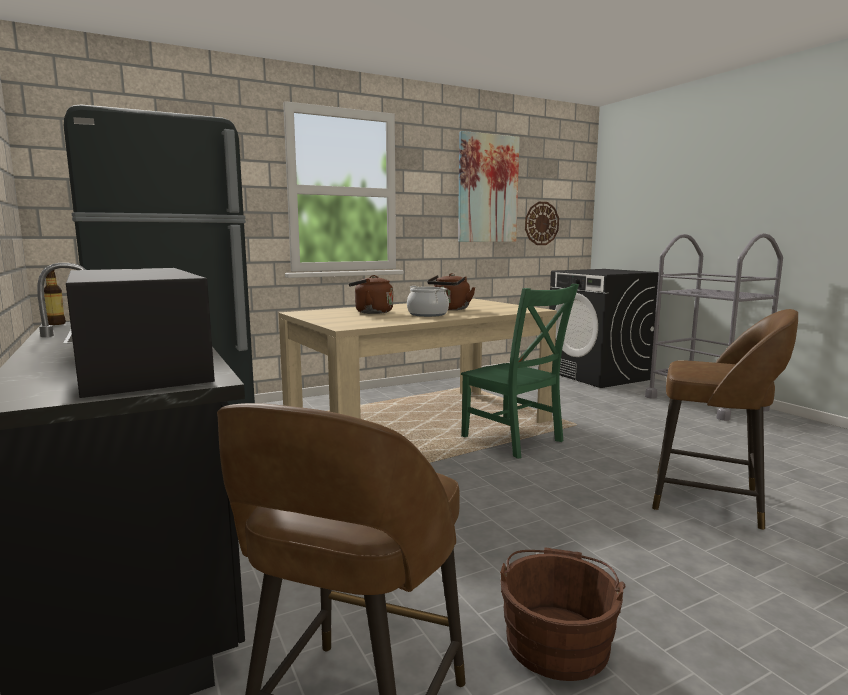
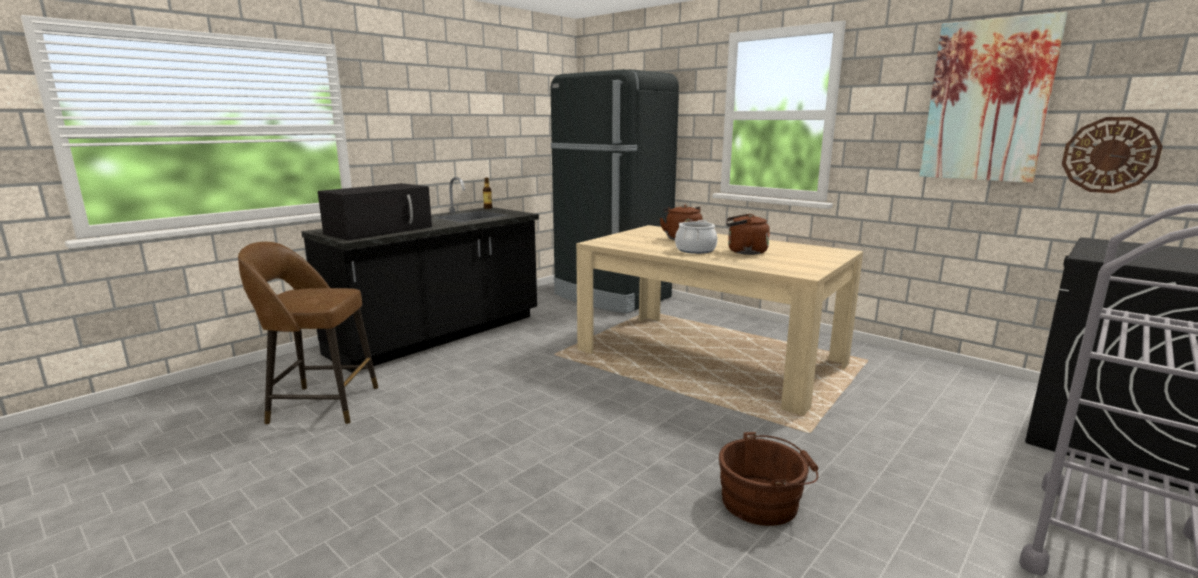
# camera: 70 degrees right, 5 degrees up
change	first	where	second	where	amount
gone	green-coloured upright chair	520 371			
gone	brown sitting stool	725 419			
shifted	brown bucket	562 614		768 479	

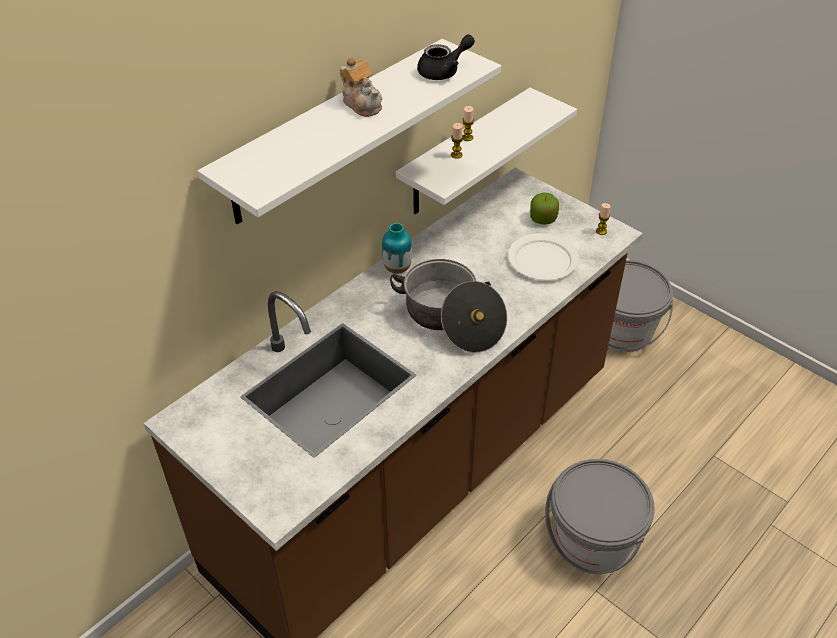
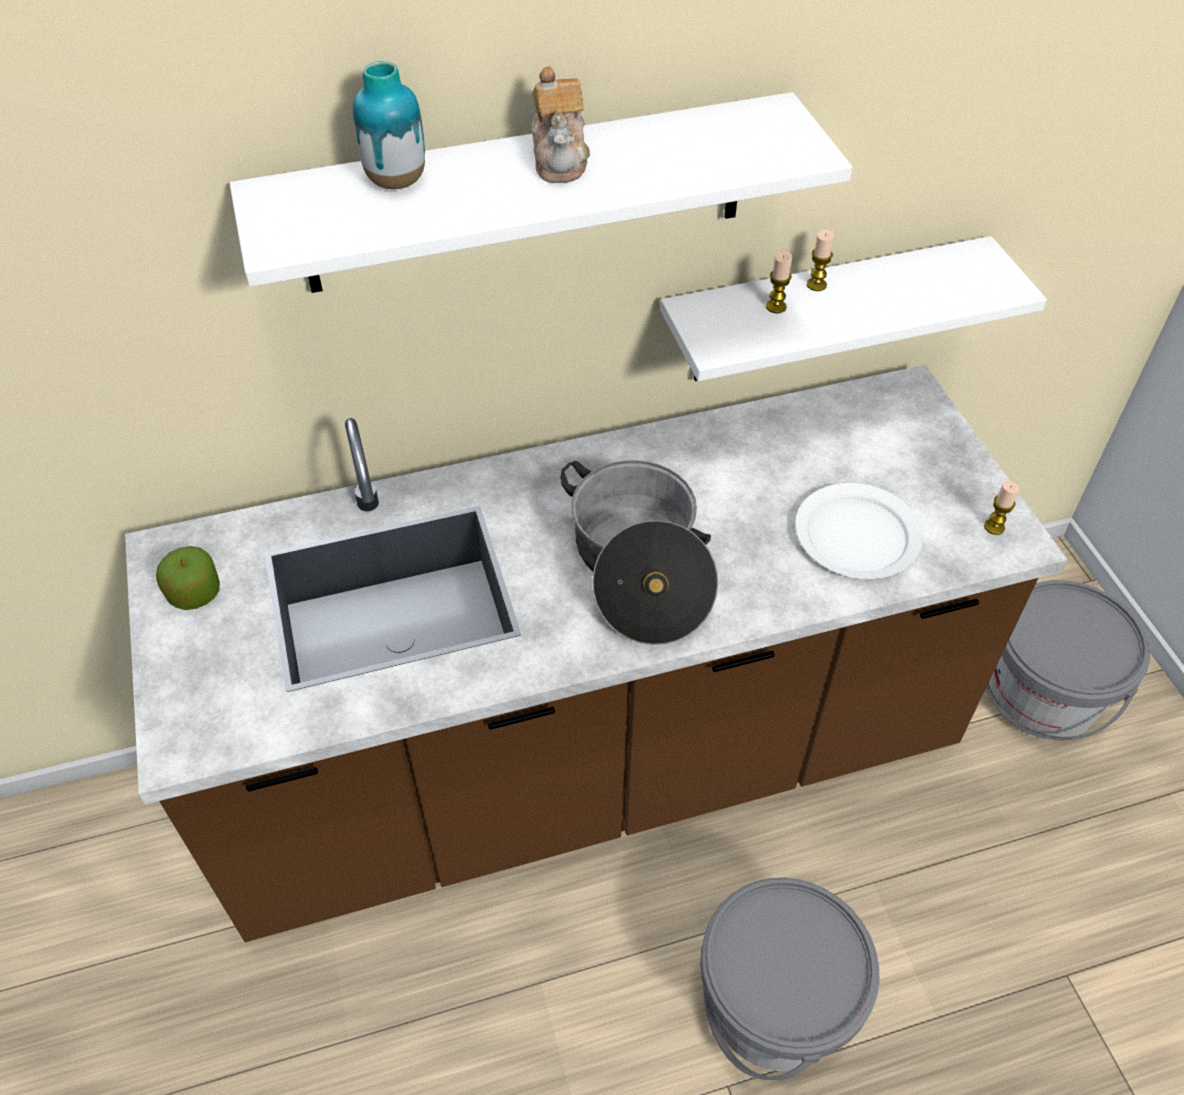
# camera: 30 degrees right, 5 degrees up
change	first	where	second	where	amount
gone	black-coloured pot for tea	446 57			
shifted	vase	397 248		389 125	
shifted	whole apple	544 209		188 578	

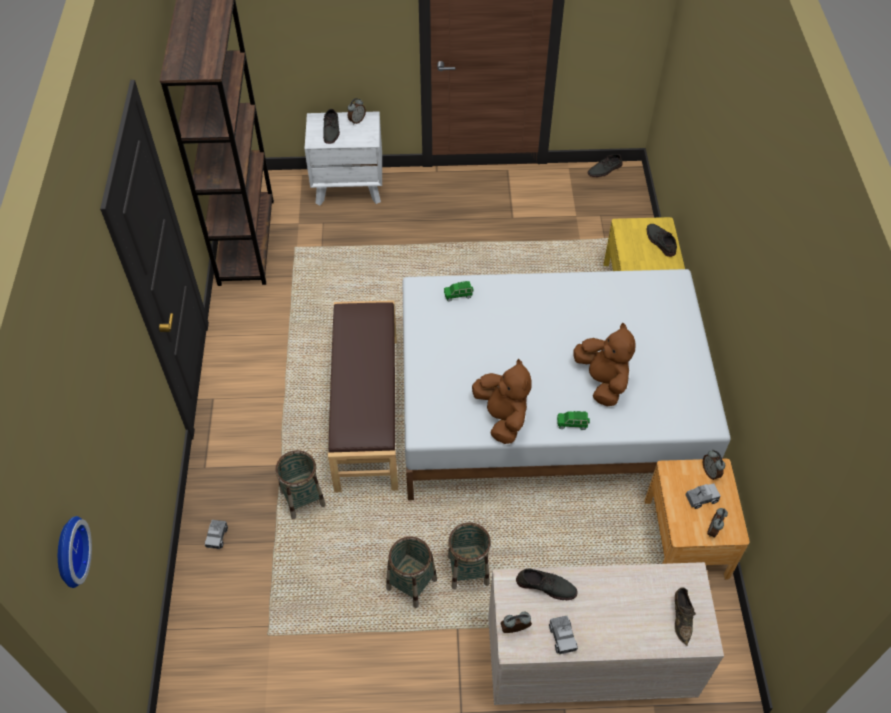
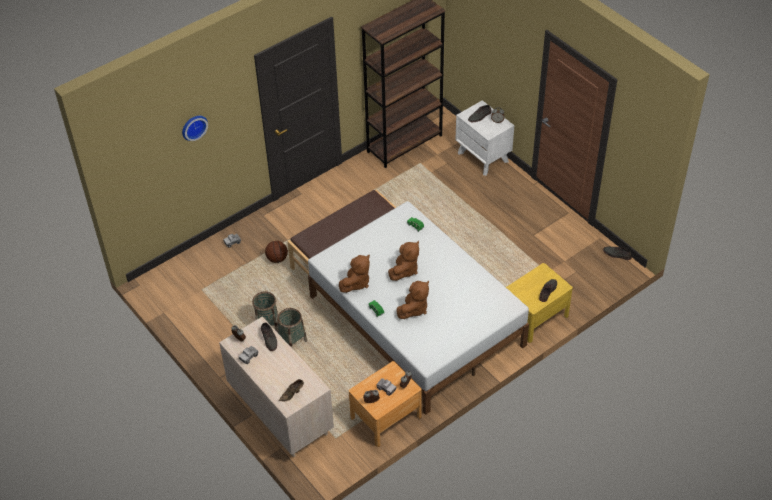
# camera: 55 degrees right, 5 degrees down
change	first	where	second	where	amount
new			brown cuddly toy	403 261	
shifted	wall clock	75 552		195 128	
swapped	basket	300 484	ball for basketball	276 252	

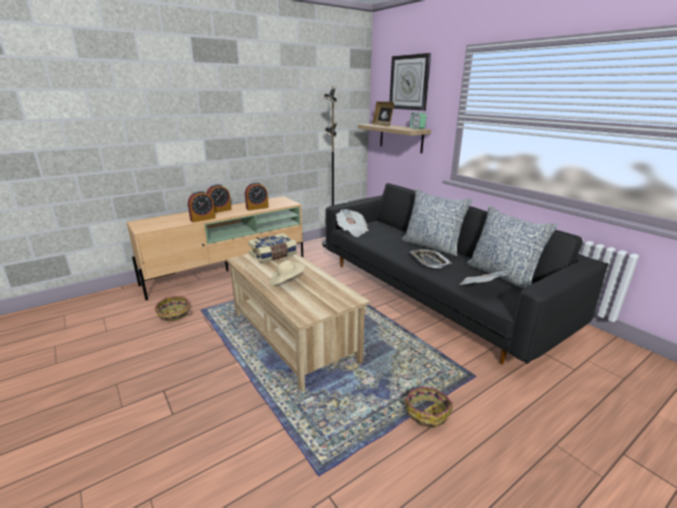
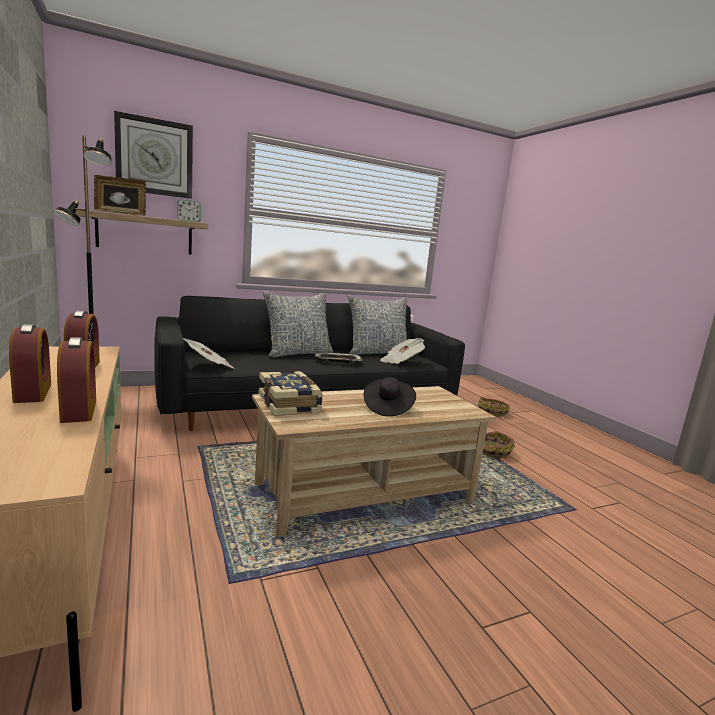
# camera: 80 degrees left, 10 degrees down
change	first	where	second	where	amount
shifted	basket	173 309		494 407	
repainted	beige-coloured hat	287 273	black-coloured hat	390 396	

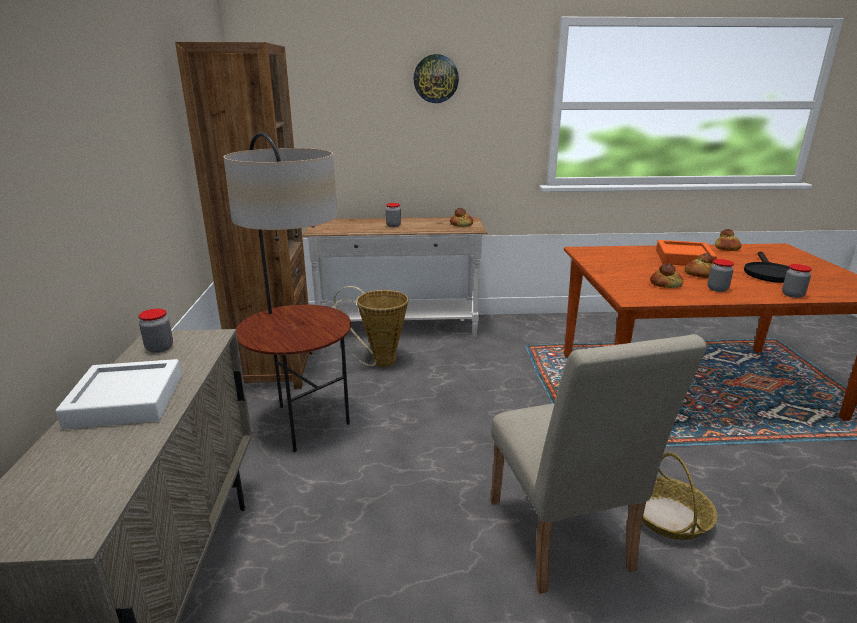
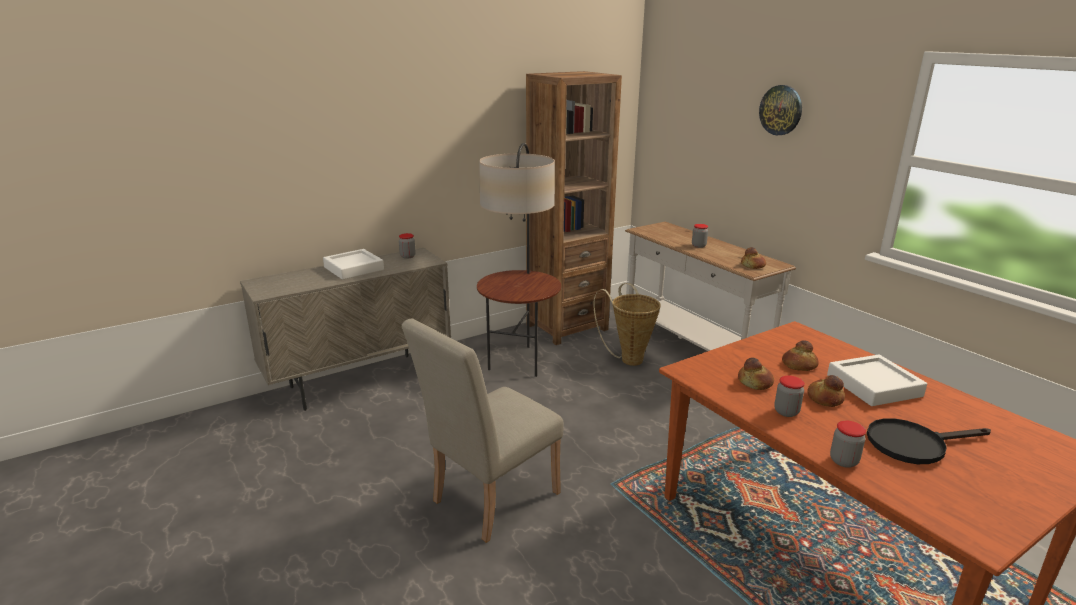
# camera: 60 degrees right, 0 degrees up
change	first	where	second	where	amount
gone	basket	679 496			
shifted	baked bread	728 240		800 355	
repainted	orange-coloured serving tray	686 253	white serving tray	877 380	

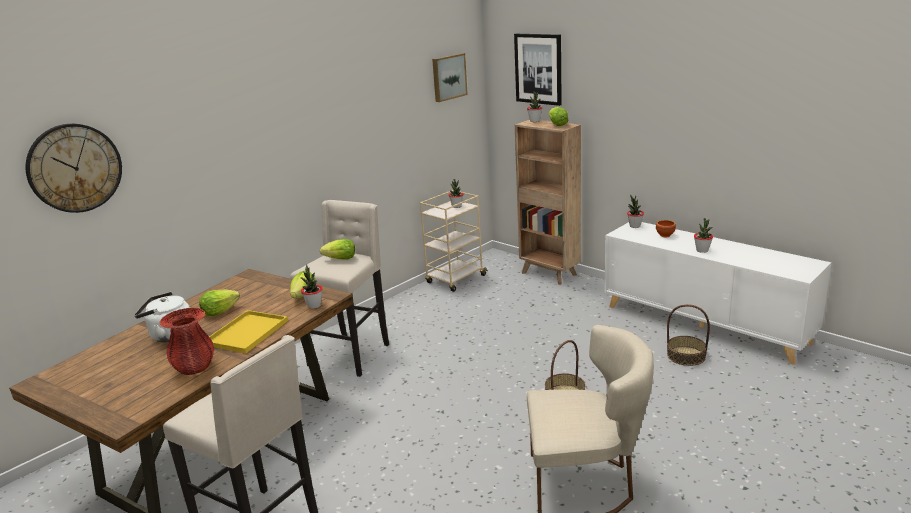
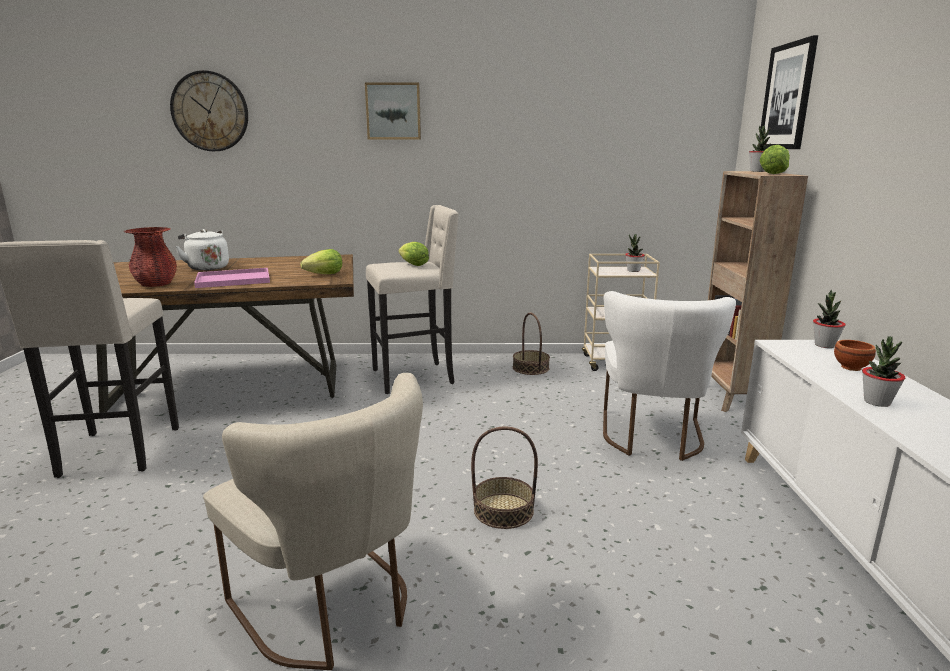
# camera: 45 degrees right, 5 degrees down
change	first	where	second	where	amount
gone	lettuce head	219 302			
gone	plant in a pot	311 287			
new			white upright chair	669 376	
shifted	wall art	450 77		393 111	
shifted	basket	688 335		531 344	
repainted	yellow serving tray	248 331	pinkish serving tray	232 278	

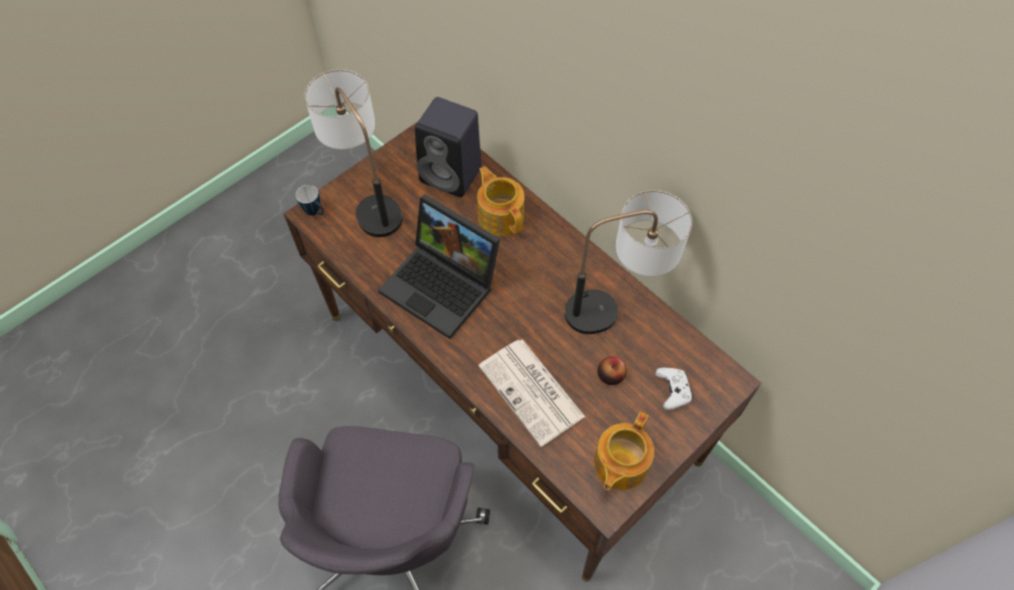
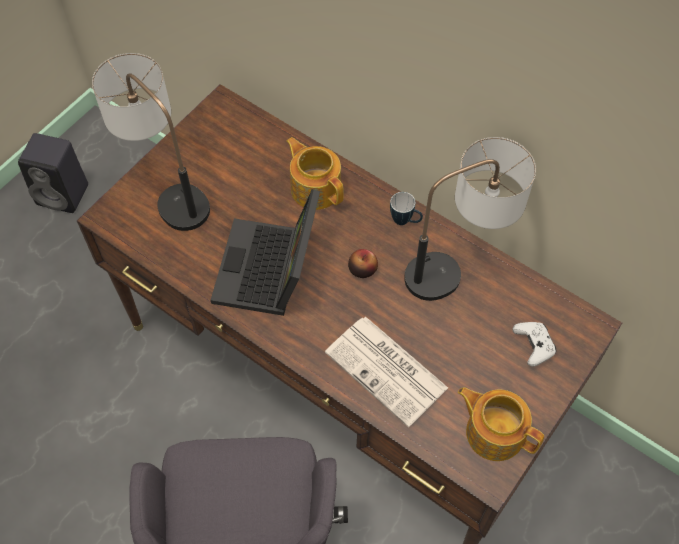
# camera: 10 degrees left, 0 degrees up
change	first	where	second	where	amount
shifted	coffee mug	310 200		406 208	
shifted	black-coloured loudspeaker	448 147		53 173	
shifted	whole apple	612 371		363 263	
rotated	notebook computer	439 266		265 252	75 degrees clockwise
rotated	pot for tea	624 451		501 424	105 degrees clockwise

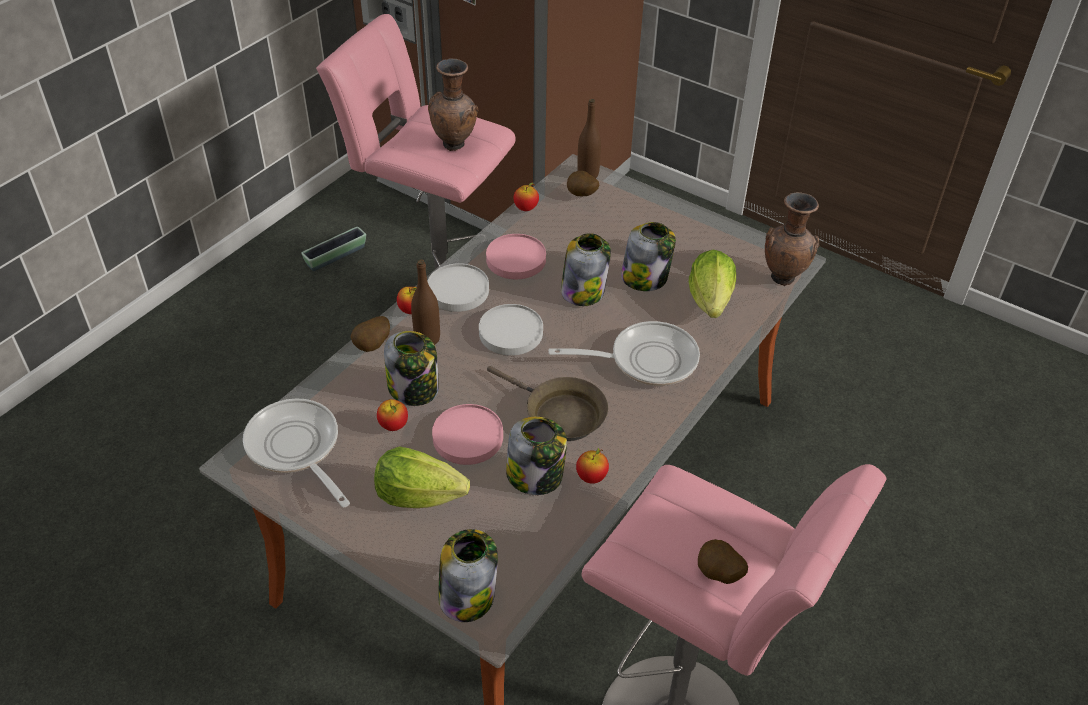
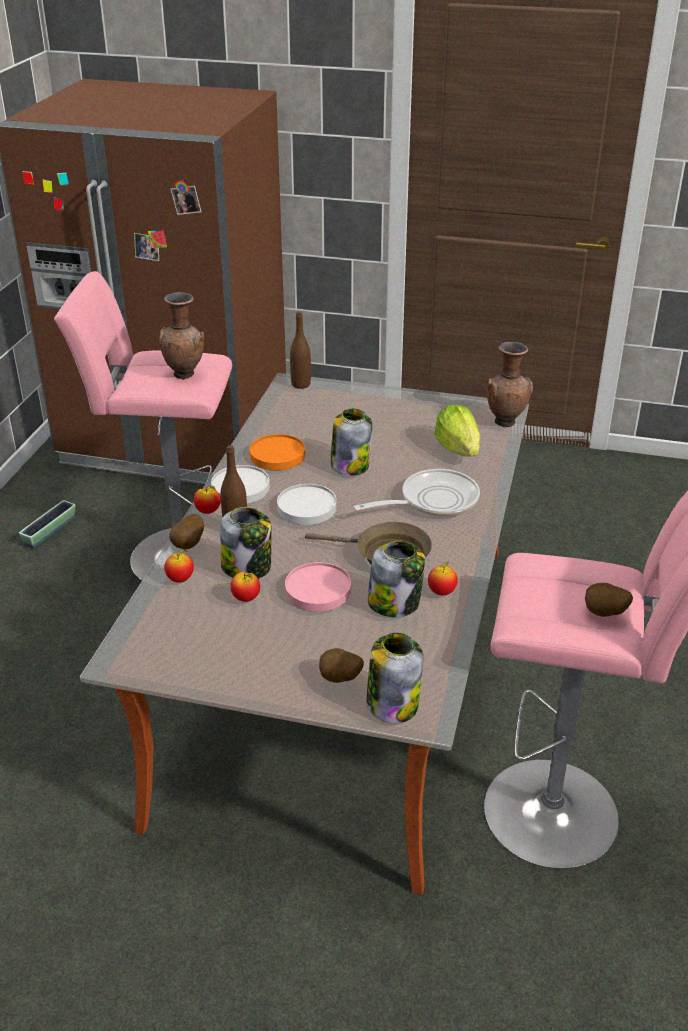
# camera: 20 degrees left, 10 degrees down
change	first	where	second	where	amount
gone	pan	296 453			
gone	lettuce head	422 477			
gone	jar	648 256			
shifted	whole apple	526 196		179 566	
shifted	spud	583 183		341 665	
repainted	pinkish flat dish	516 256	orange-coloured flat dish	277 452	

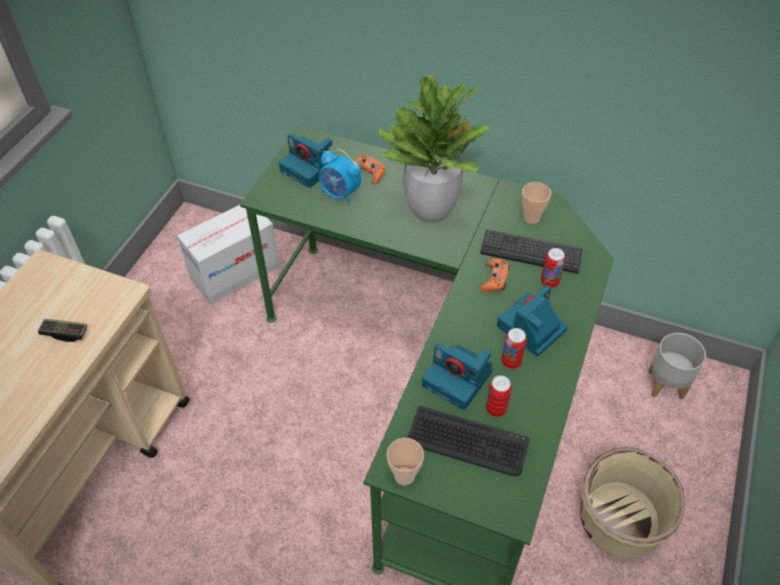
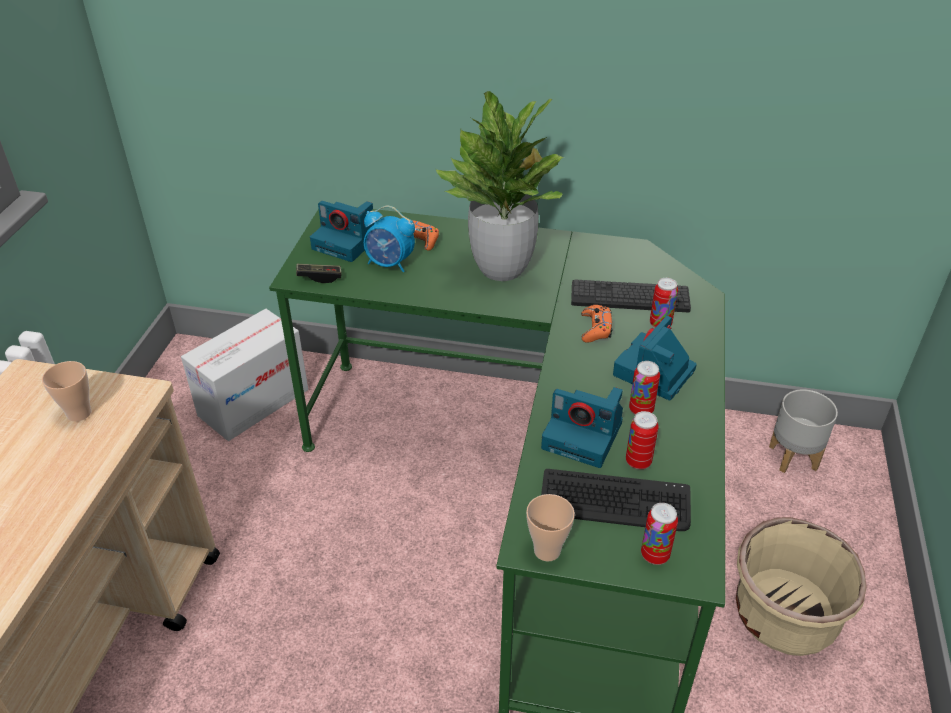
# camera: 10 degrees left, 10 degrees down
change	first	where	second	where	amount
new			can	659 534	
shifted	joypad	62 330		318 273	
shifted	small cup	536 203		66 391	

